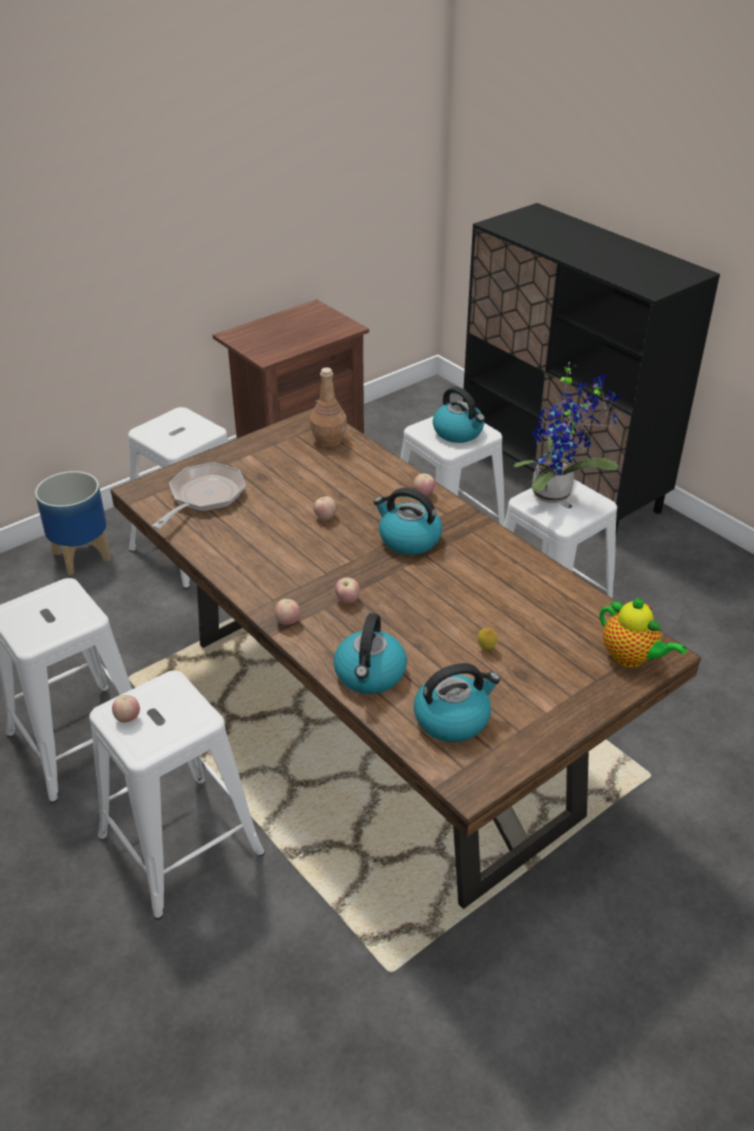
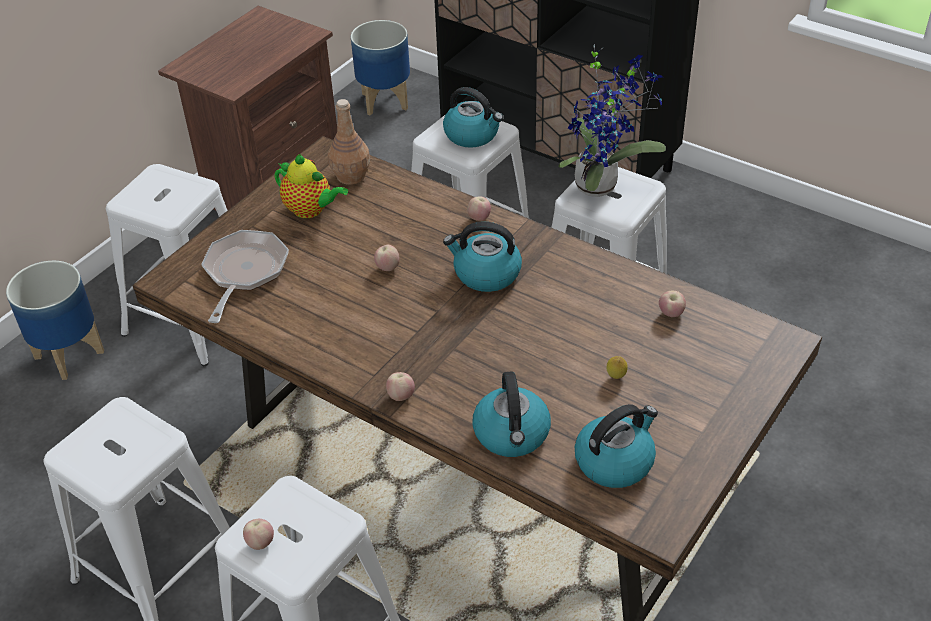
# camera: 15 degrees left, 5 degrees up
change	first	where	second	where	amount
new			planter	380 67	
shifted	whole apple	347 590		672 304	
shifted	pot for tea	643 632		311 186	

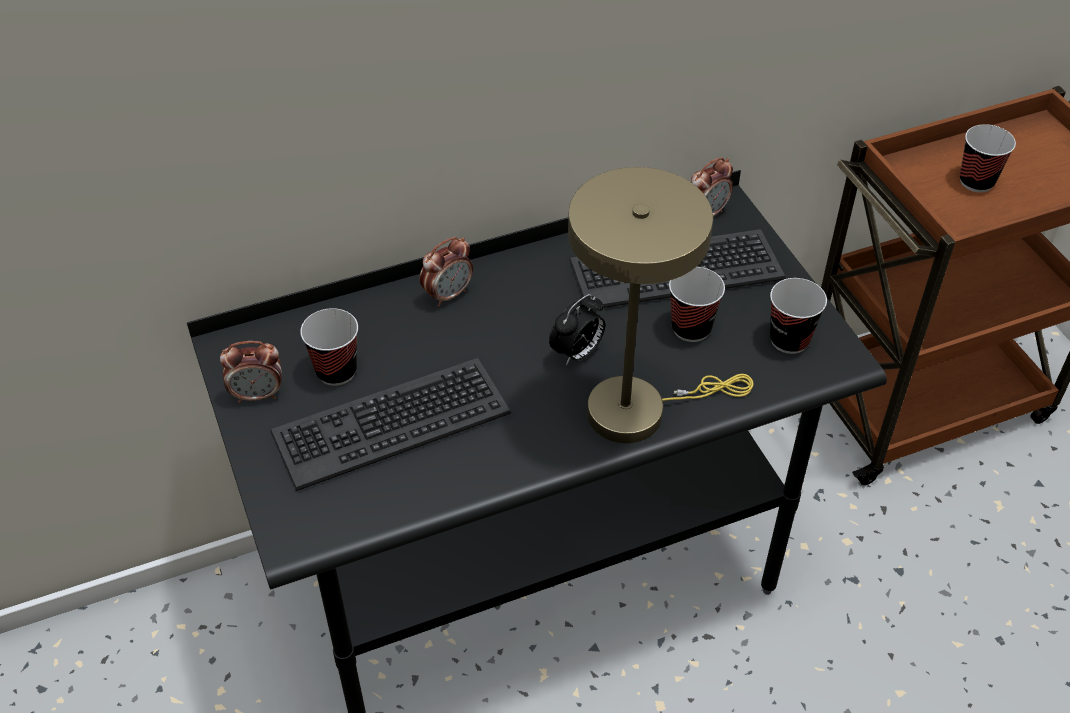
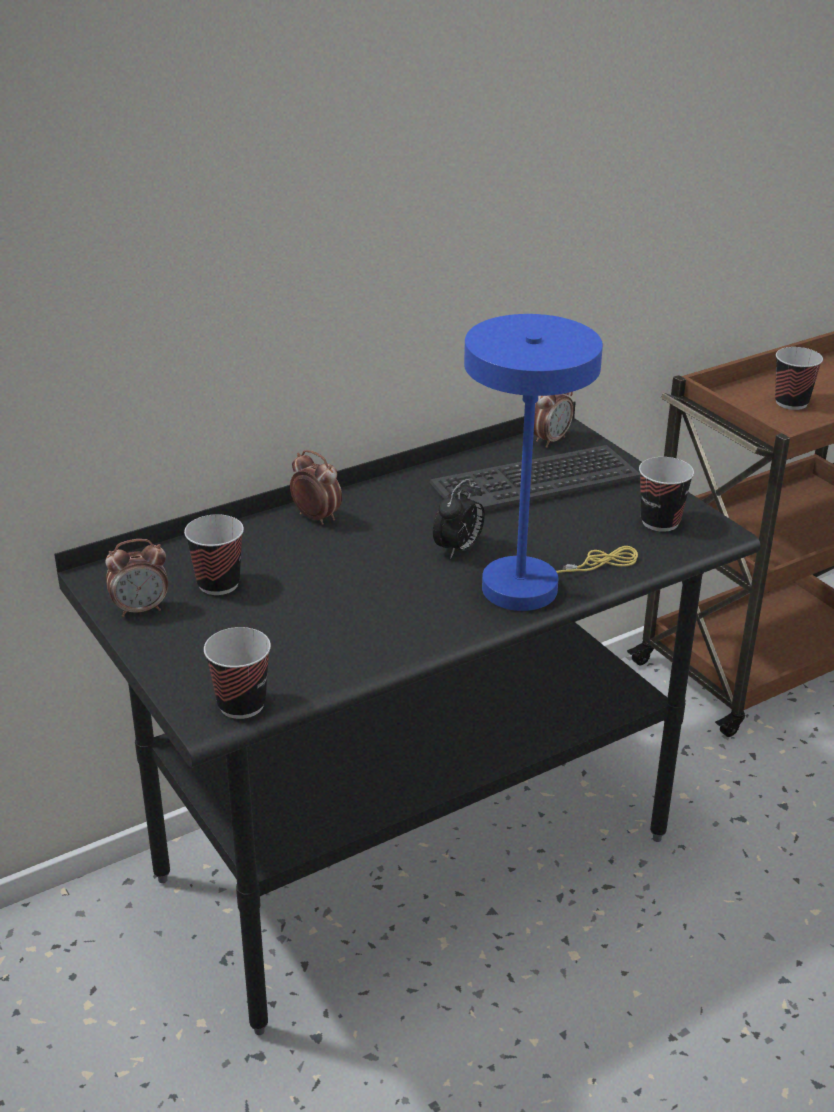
# camera: 10 degrees left, 15 degrees down
change	first	where	second	where	amount
gone	computer keyboard	390 424			
shifted	small cup	697 304		237 673	
repainted	beige-coloured table lamp	661 305	blue table lamp	551 462	
rotated	alarm clock	446 272		316 487	90 degrees counterclockwise

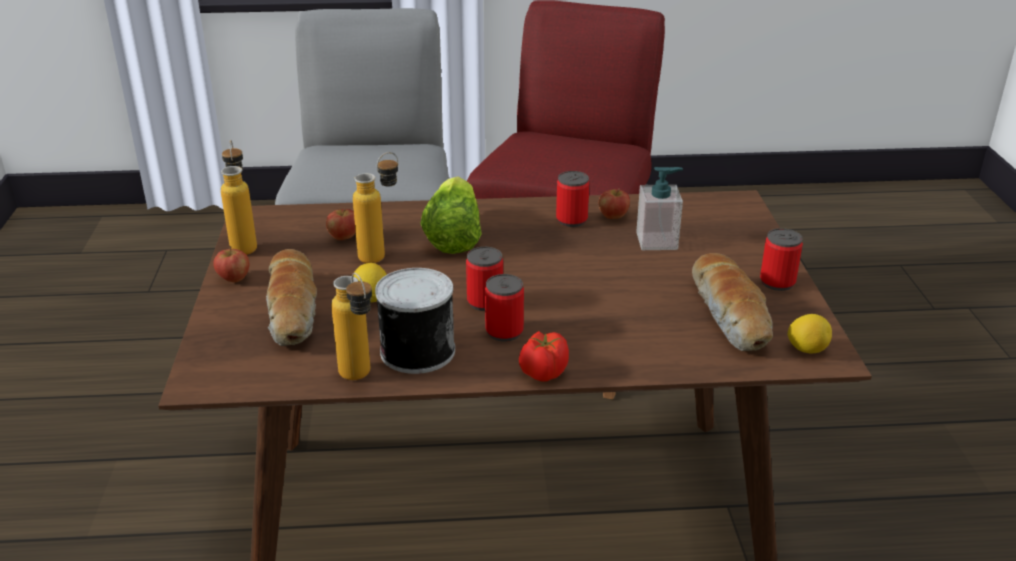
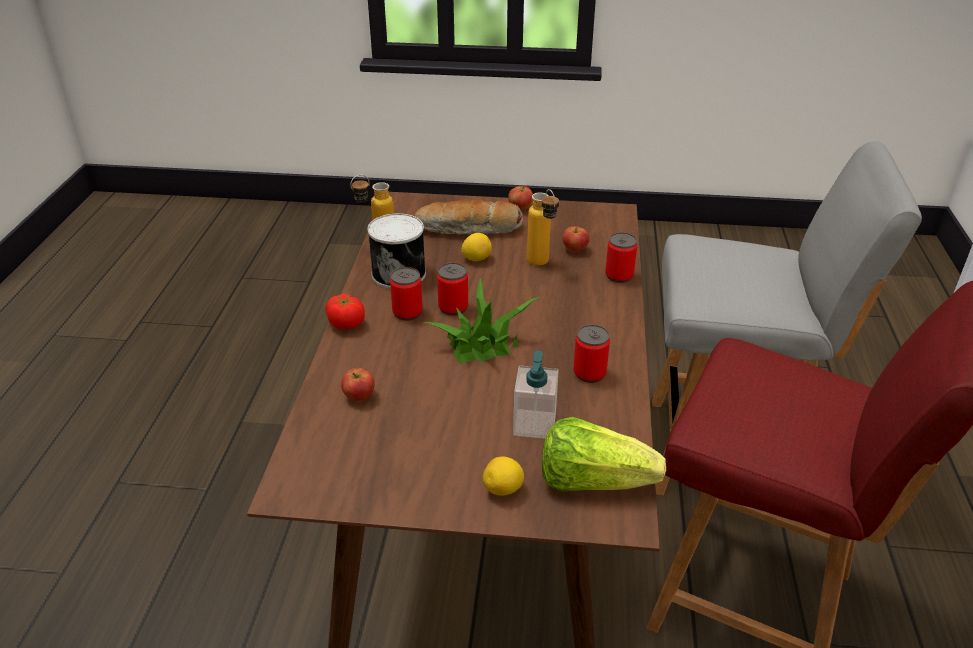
# camera: 100 degrees right, 5 degrees up
change	first	where	second	where	amount
gone	beverage bottle	239 197			
gone	baked bread	732 302			
new			plant in a pot	482 320	
shifted	lettuce head	451 215		604 454	
shifted	whole apple	614 203		358 385	
shifted	can	781 259		621 257	
shifted	citrus fruit	809 333		503 476	

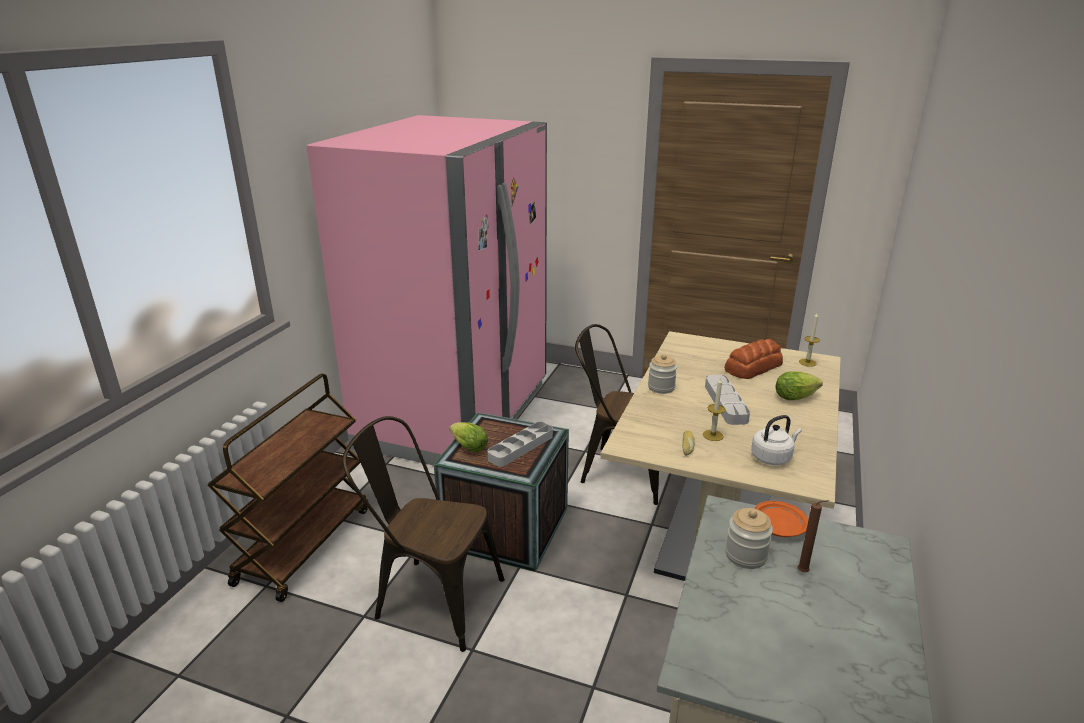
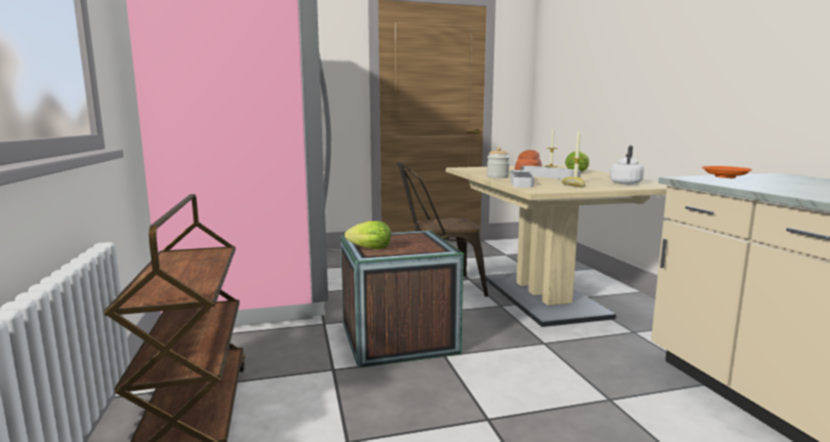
# camera: 35 degrees left, 15 degrees down
change	first	where	second	where	amount
gone	brown upright chair	423 534			
gone	jar	749 538			
gone	brown wax light	813 536			
shifted	greyish serving tray	520 444		522 179	

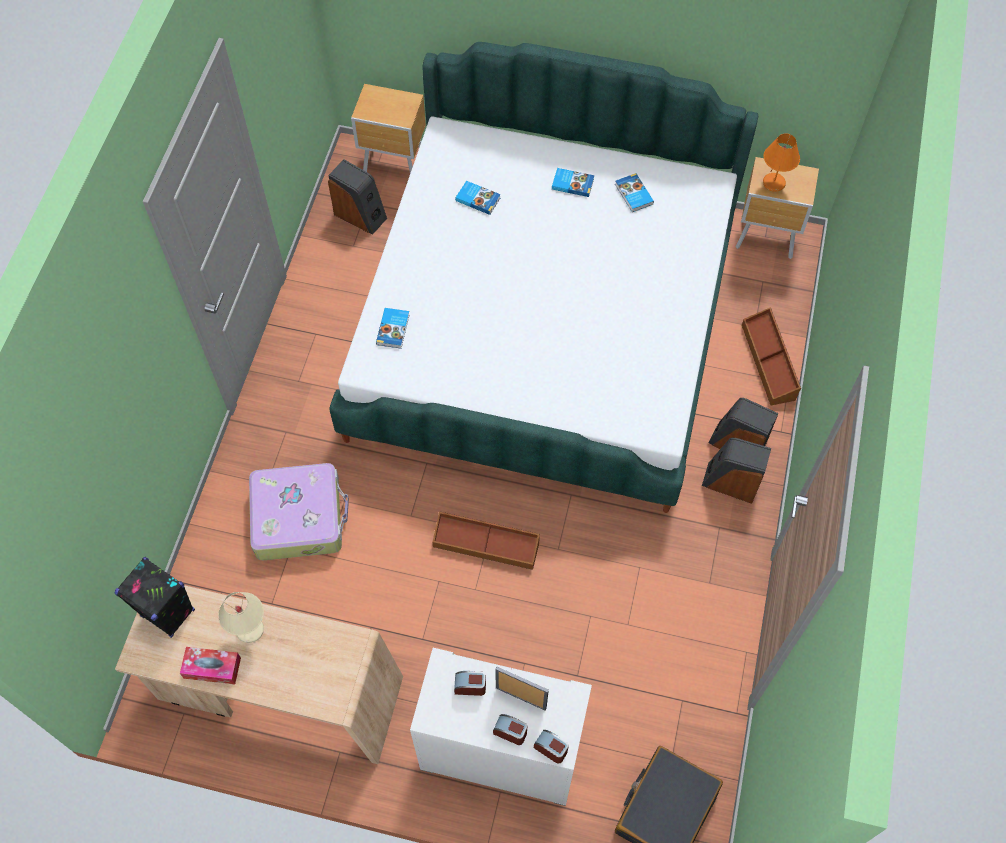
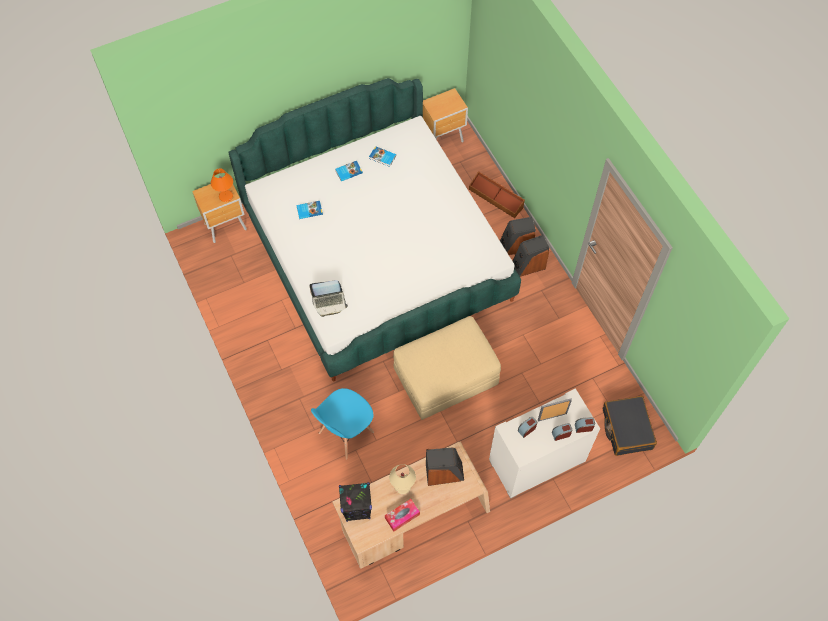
# camera: 40 degrees left, 0 degrees up
change	first	where	second	where	amount
shifted	loudspeaker	357 197		445 467	
shifted	orange-coloured table lamp	781 162		222 185	
swapped	piece of luggage	299 511	blue upright chair	342 423	
swapped	book	393 328	notebook computer	328 298	
swapped	brown storage box	486 540	beige-coloured ottoman	447 368	

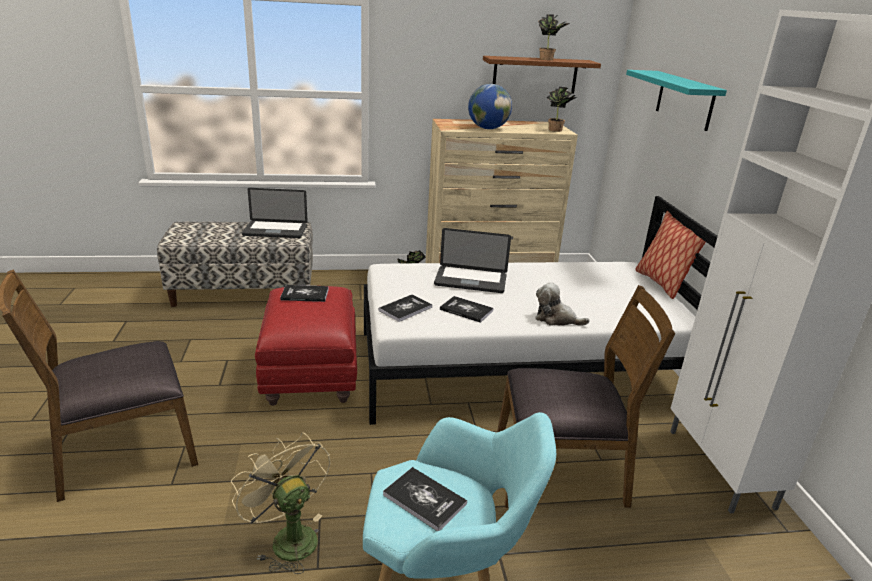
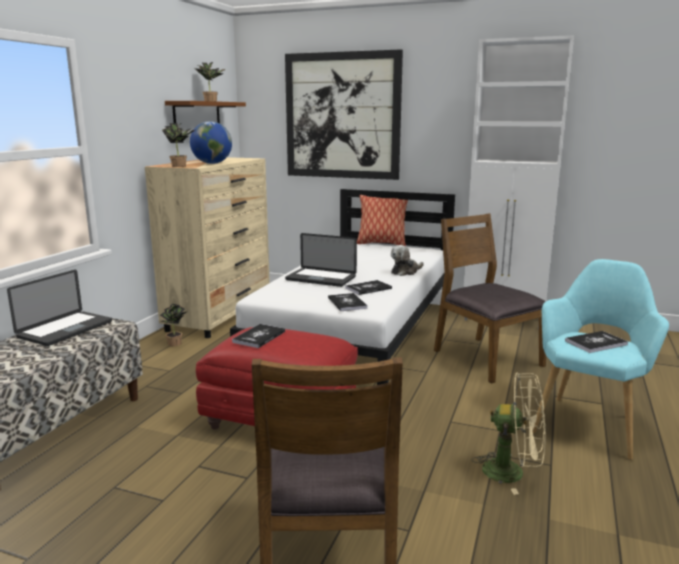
# camera: 60 degrees left, 10 degrees down
change	first	where	second	where	amount
shifted	plant in a pot	562 109		178 144	
swapped	blue-green shelf	676 100	wall art	344 114	
rotated	beige-coloured electric fan	280 503		508 434	150 degrees counterclockwise
rotated	notebook computer	472 260		321 260	75 degrees clockwise
rotated	brown upright chair	586 396		490 298	60 degrees counterclockwise

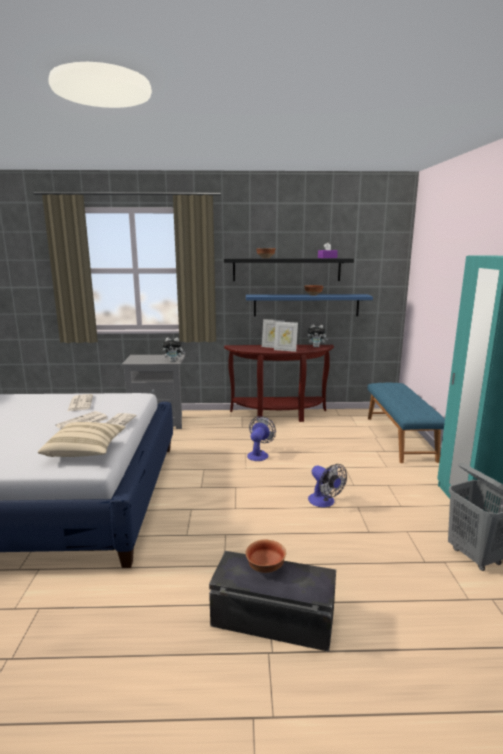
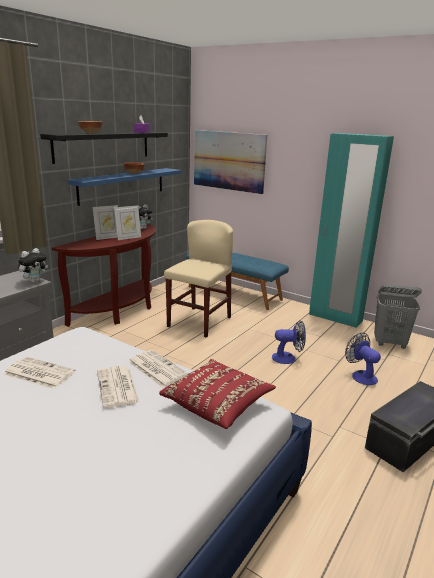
# camera: 55 degrees left, 5 degrees up
change	first	where	second	where	amount
gone	serving bowl	265 556			
new			beige-coloured upright chair	198 279	
new			wall art	230 162	
shifted	electric fan	261 438		363 359	
repainted	beige-coloured throw pillow	82 439	reddish throw pillow	217 394	

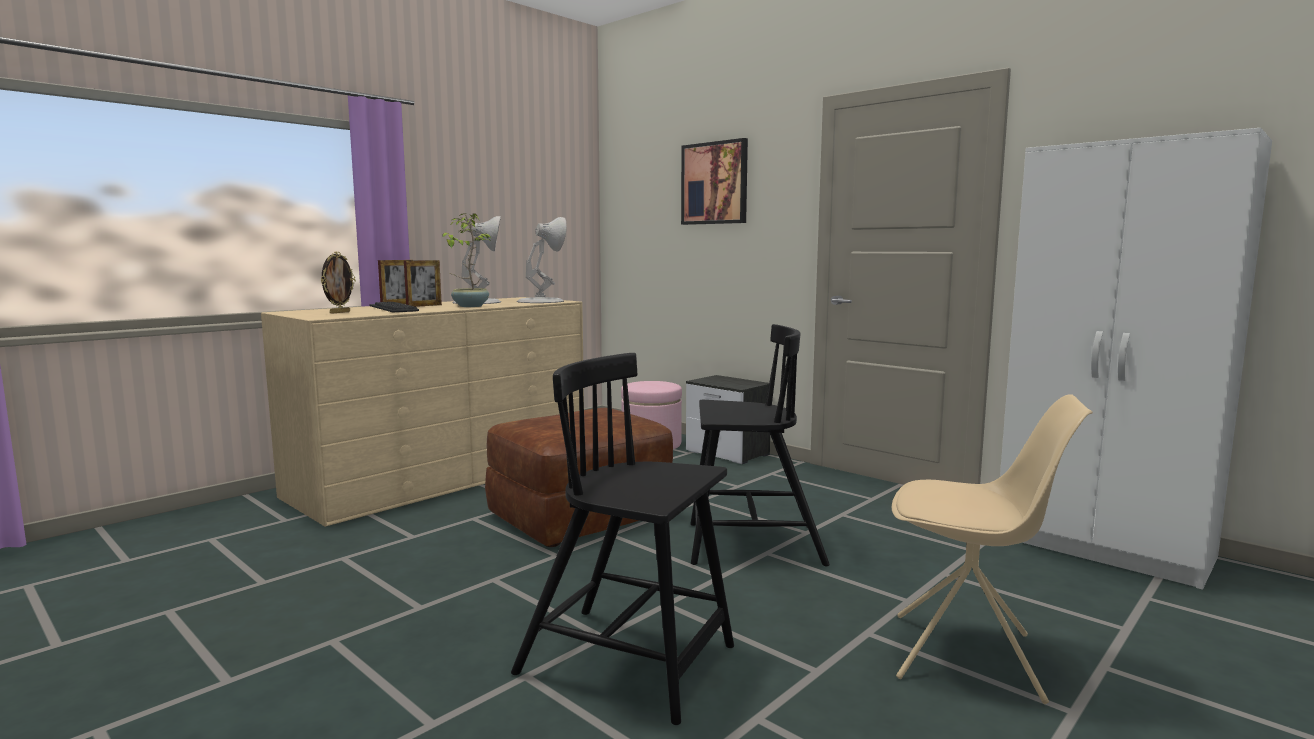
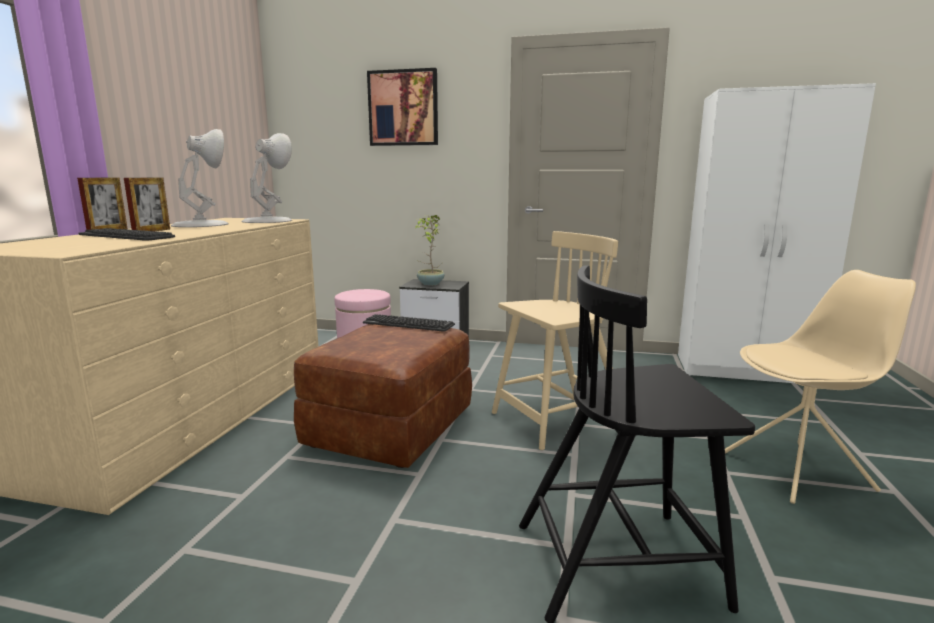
# camera: 30 degrees left, 5 degrees up
change	first	where	second	where	amount
gone	photo frame	338 283			
new			computer keyboard	409 323	
shifted	plant in a pot	467 260		429 250	
repainted	black-coloured upright chair	760 445	beige-coloured upright chair	555 340	

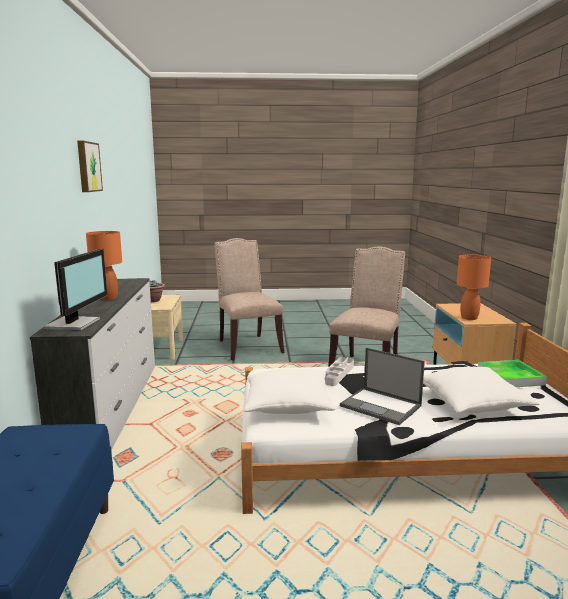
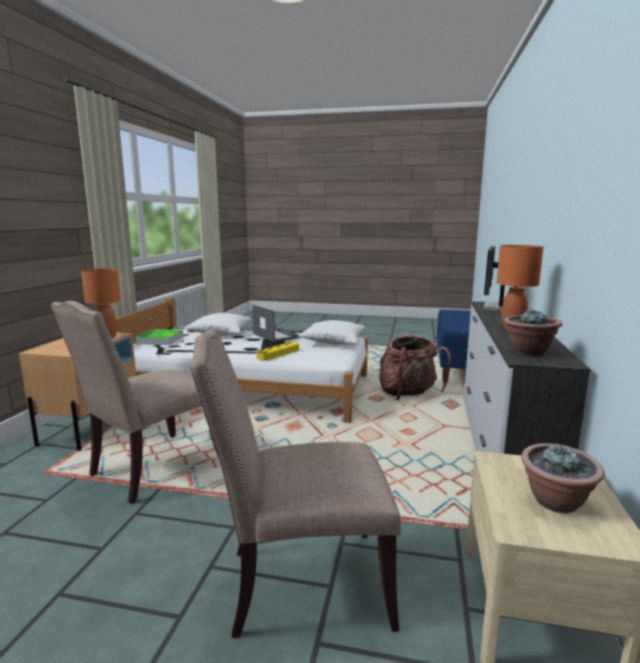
# camera: 165 degrees left, 0 degrees up
change	first	where	second	where	amount
gone	wall art	90 166			
new			backpack	415 366	
new			plant in a pot	533 332	
repainted	white serving tray	339 371	yellow serving tray	278 351	
rotated	beige-coloured upright chair	249 299		295 483	90 degrees clockwise

